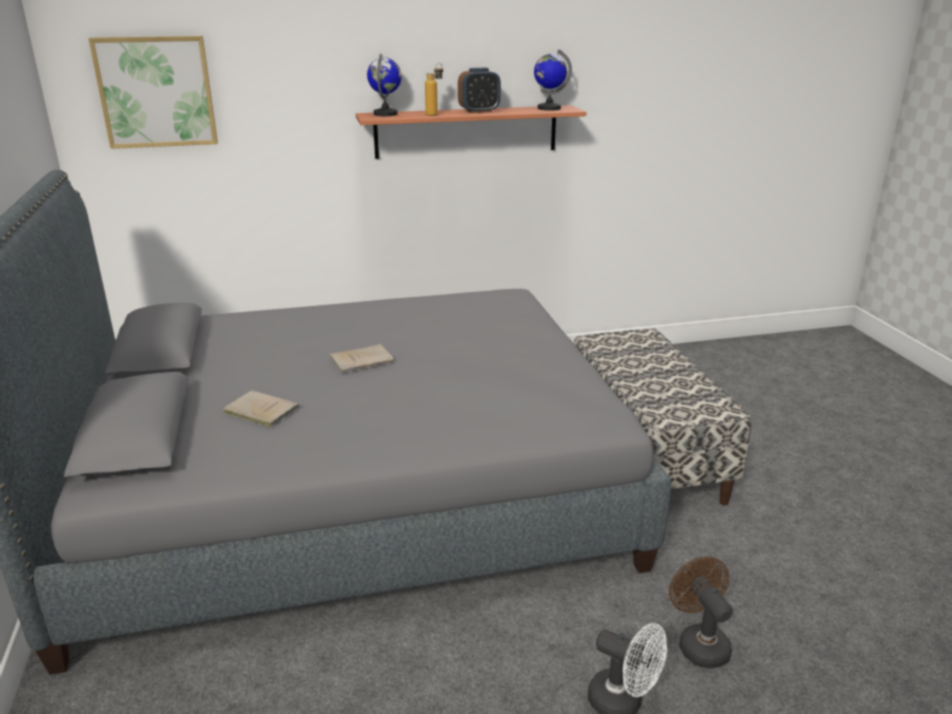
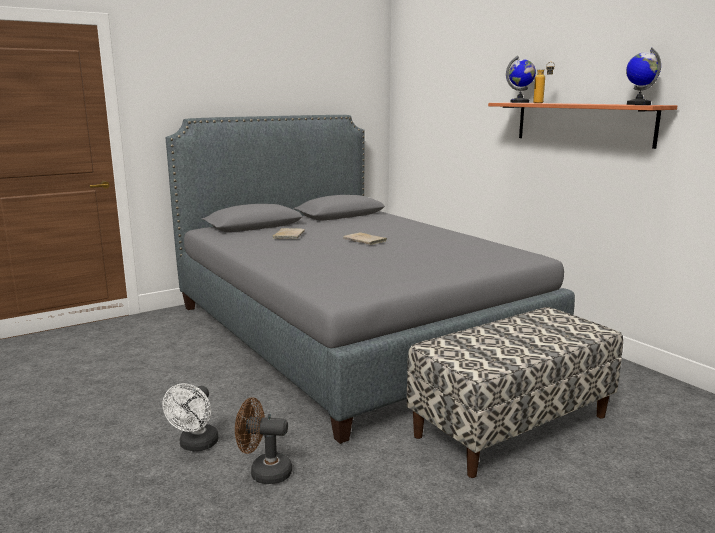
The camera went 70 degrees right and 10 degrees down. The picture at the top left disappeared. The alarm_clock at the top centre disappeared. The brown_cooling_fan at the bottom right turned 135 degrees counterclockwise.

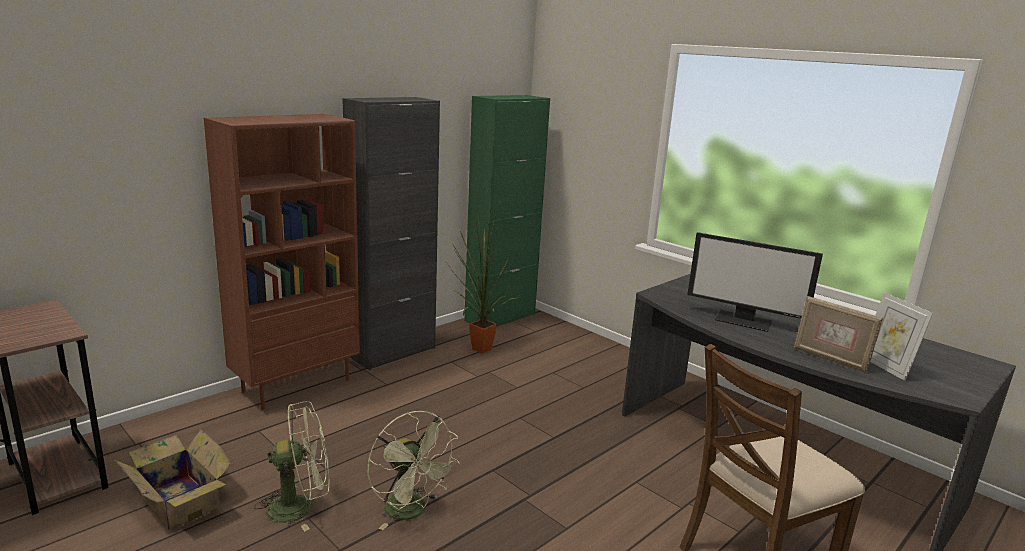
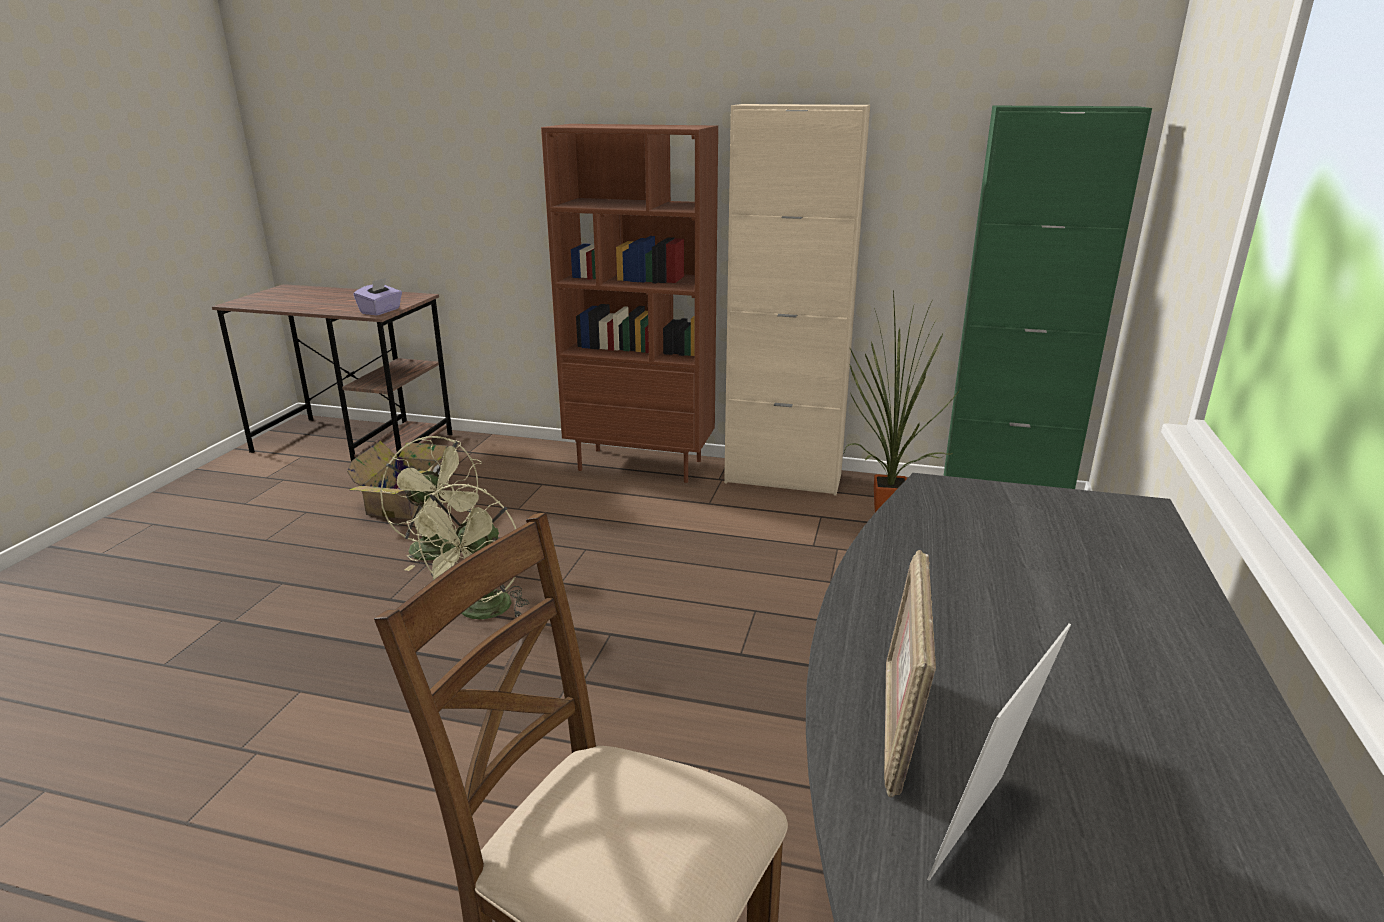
The camera went 60 degrees right and 5 degrees up. The blackish_storage_cabinet at the centre became the beige-coloured_storage_cabinet at the top centre. The computer_display at the middle right disappeared. The purple_tissue_box at the top left appeared.

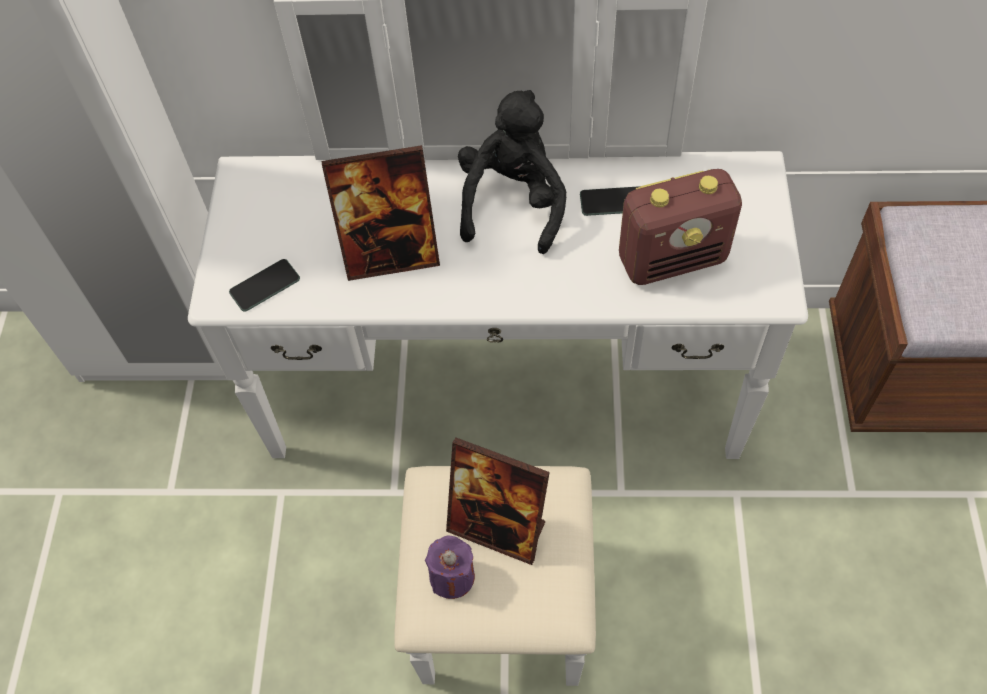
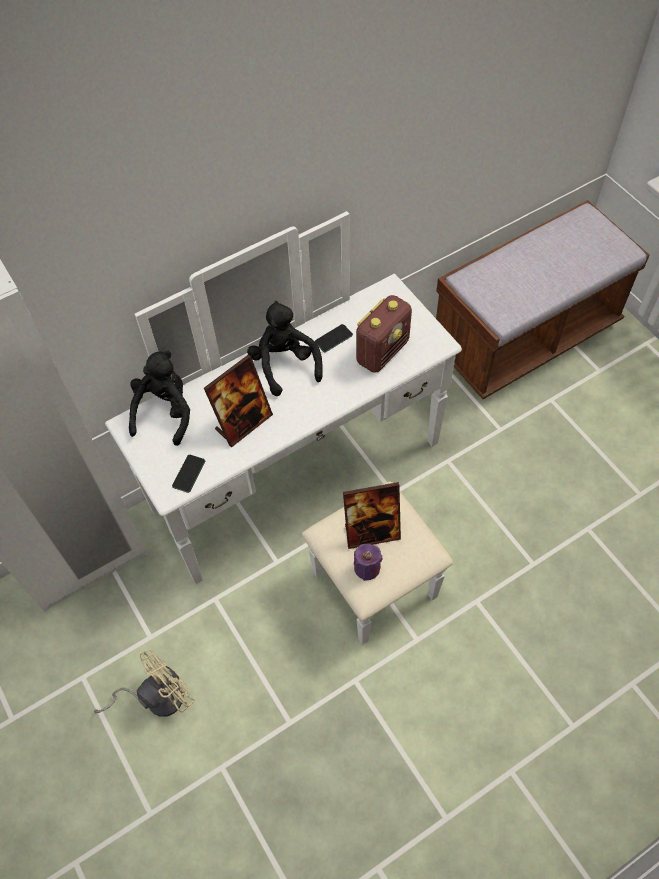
The camera went 35 degrees left and 0 degrees up. The beige-coloured_cooling_fan at the bottom left appeared. The blackish_cuddly_toy (1st from left) at the middle left appeared.

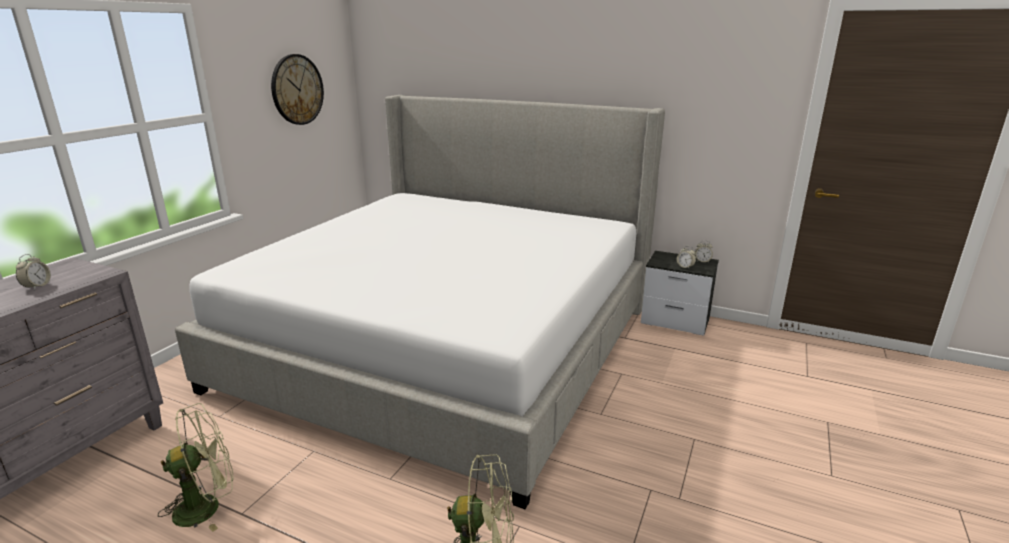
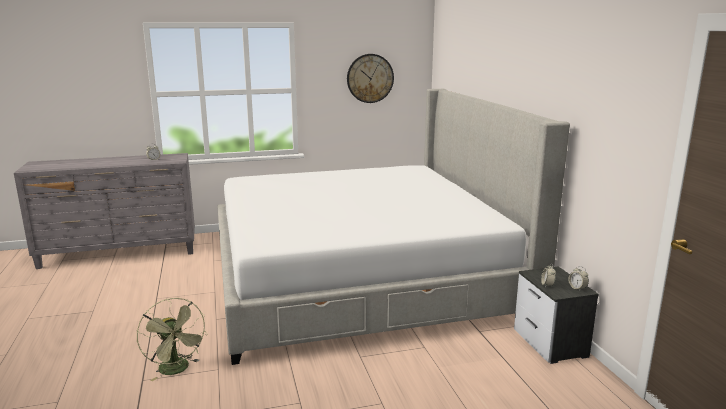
The camera went 50 degrees right and 5 degrees down. The greenish_cooling_fan (1st from left) at the bottom left disappeared.

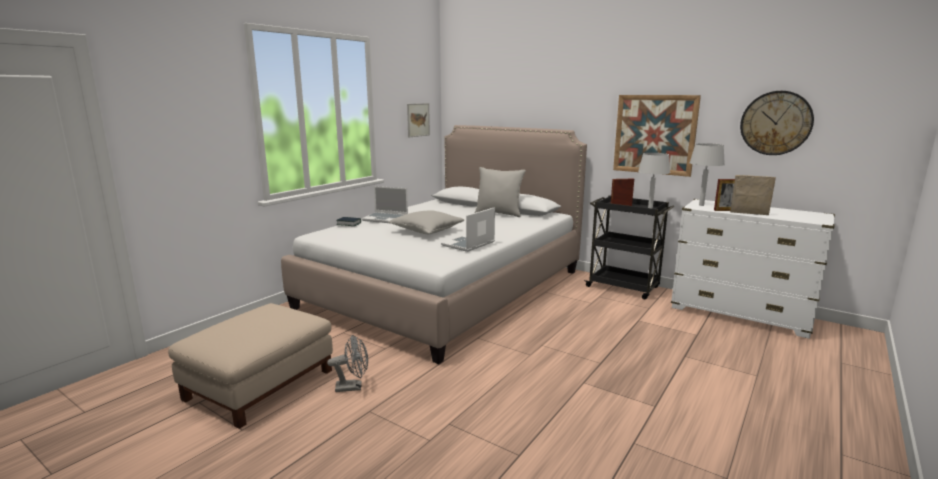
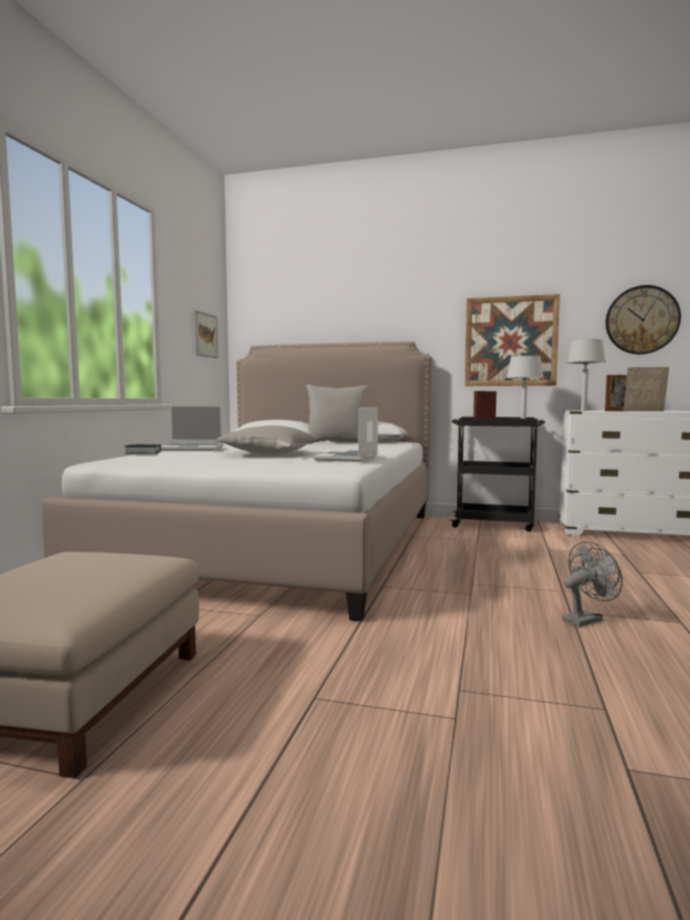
The camera went 20 degrees left and 10 degrees down. The greyish_cooling_fan moved from the bottom centre to the middle right.

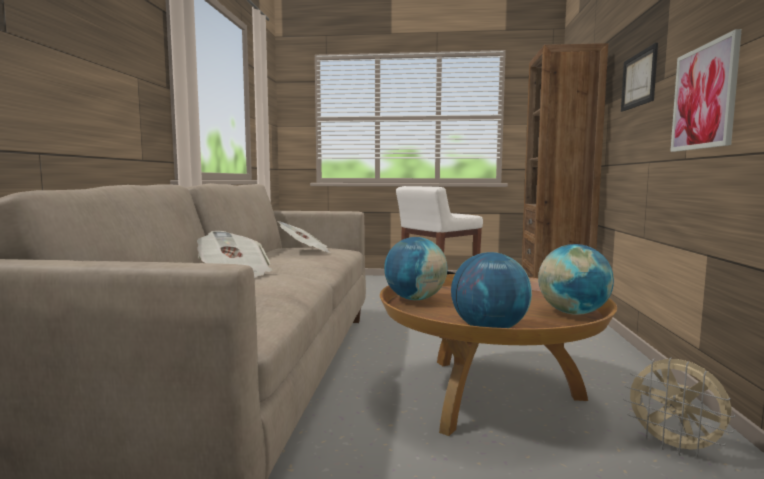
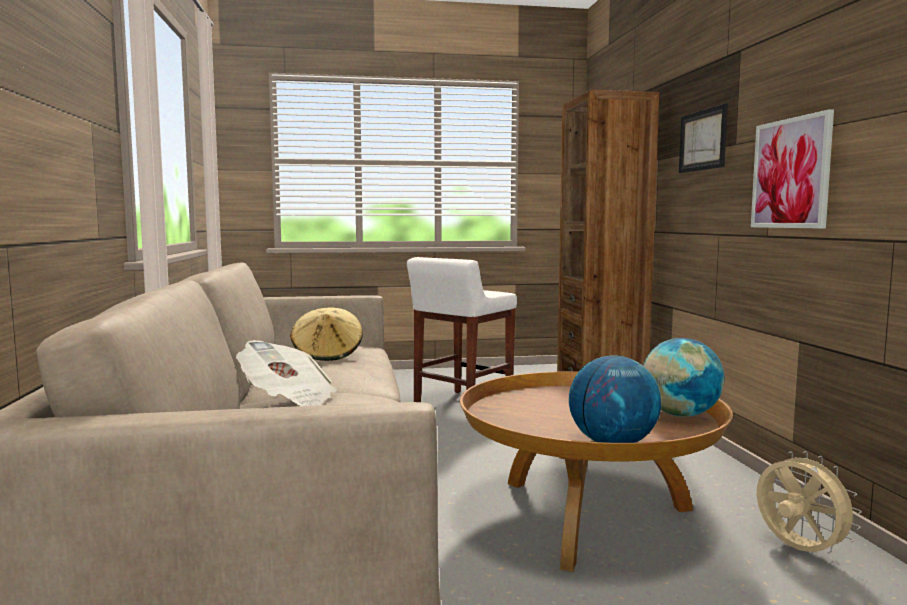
The camera went 15 degrees left and 0 degrees up. The daily_paper (2nd from left) at the centre was replaced by the beige-coloured_hat at the centre. The globe (1st from left) at the centre disappeared. The beige-coloured_cooling_fan at the bottom right turned 150 degrees counterclockwise.

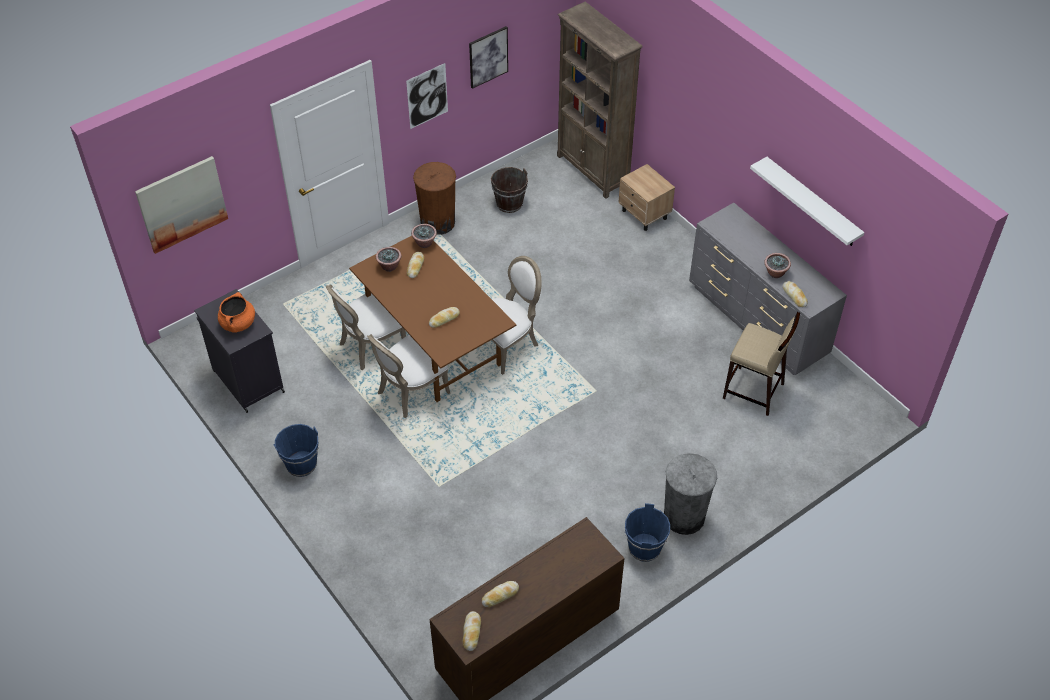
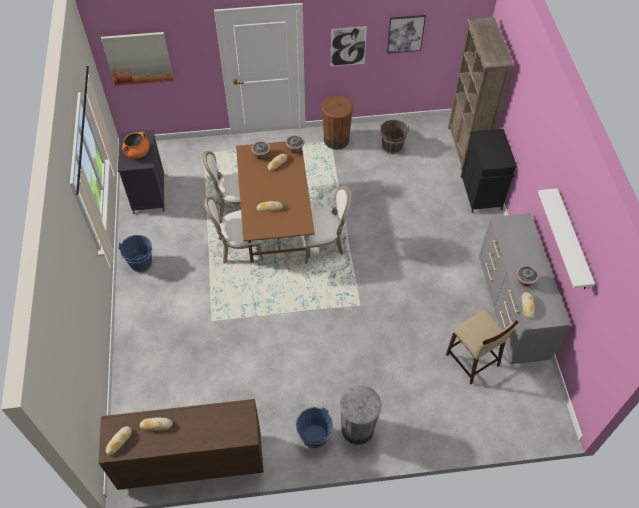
The camera went 30 degrees right and 5 degrees up. The beige-coloured_night_table at the top centre was replaced by the blackish_storage_cabinet (2nd from left) at the middle right.

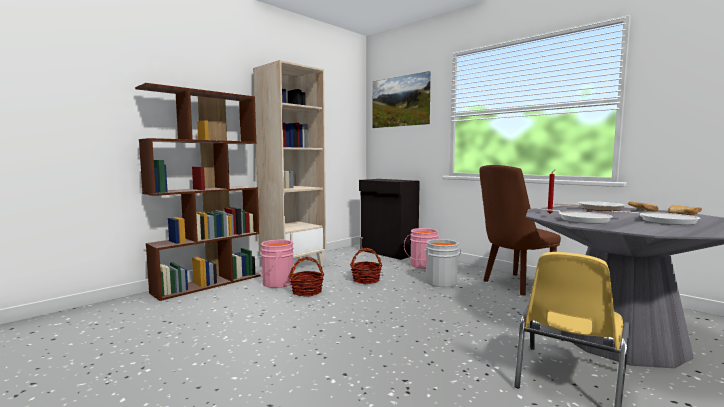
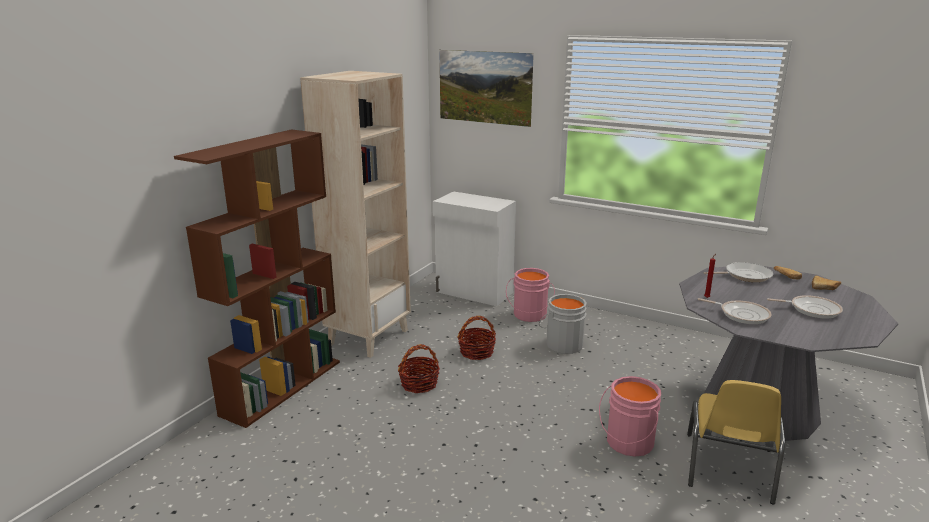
The camera went 15 degrees left and 15 degrees up. The pinkish_bucket (1st from left in the first image) moved from the centre to the bottom right. The blackish_storage_cabinet at the centre became the white-coloured_storage_cabinet at the centre. The brown_upright_chair at the middle right disappeared.

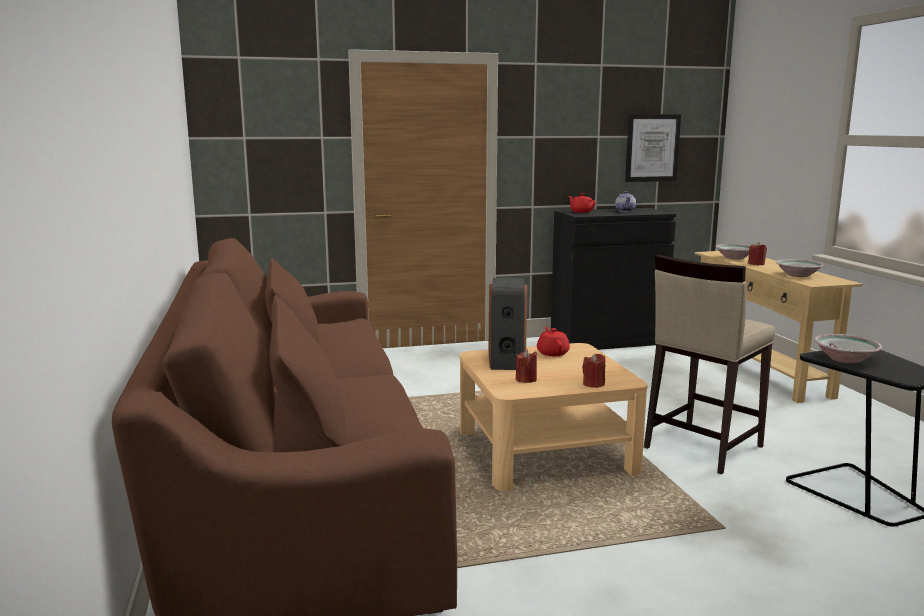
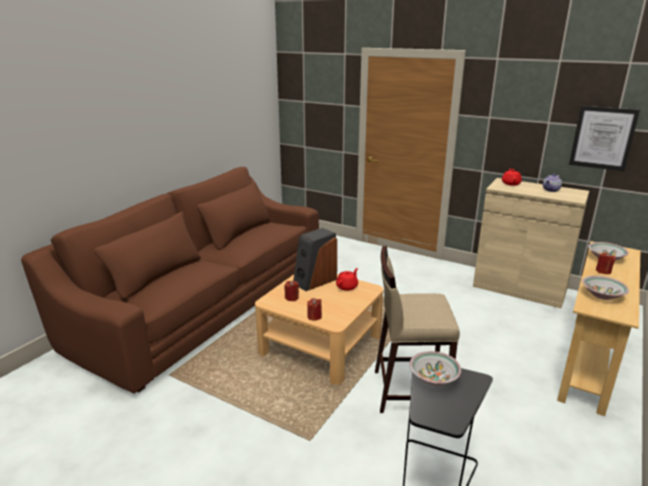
The camera went 45 degrees right and 10 degrees up. The blackish_storage_cabinet at the centre became the beige-coloured_storage_cabinet at the middle right.

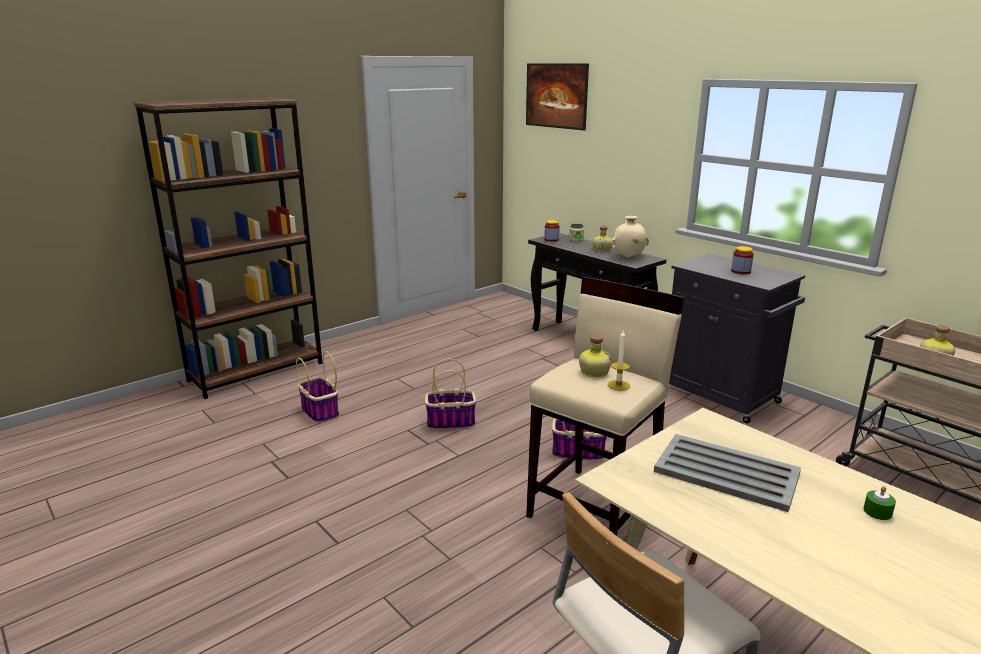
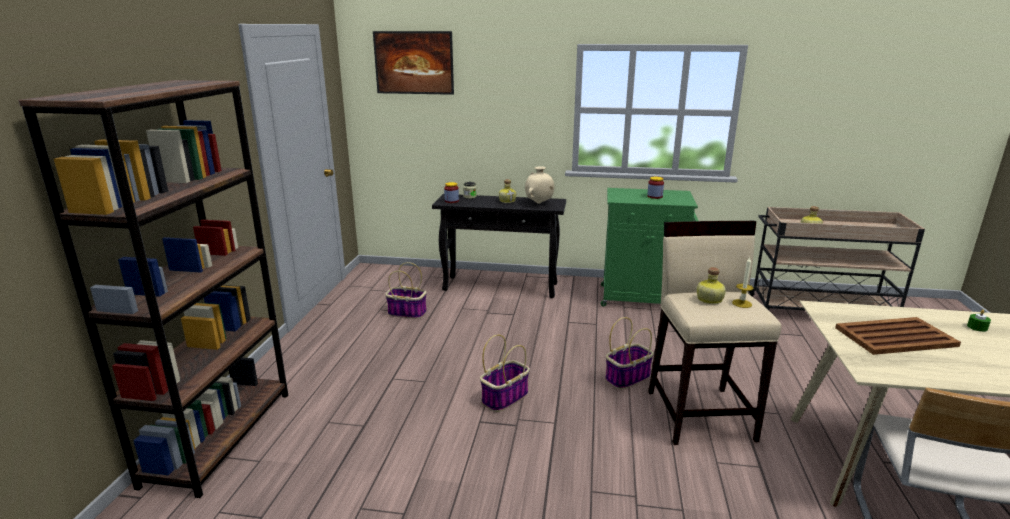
The camera went 40 degrees left and 0 degrees up. The basket (1st from left) moved from the middle left to the centre. The greyish_serving_tray at the bottom right became the brown_serving_tray at the middle right. The blackish_storage_cabinet at the middle right became the greenish_storage_cabinet at the centre.

